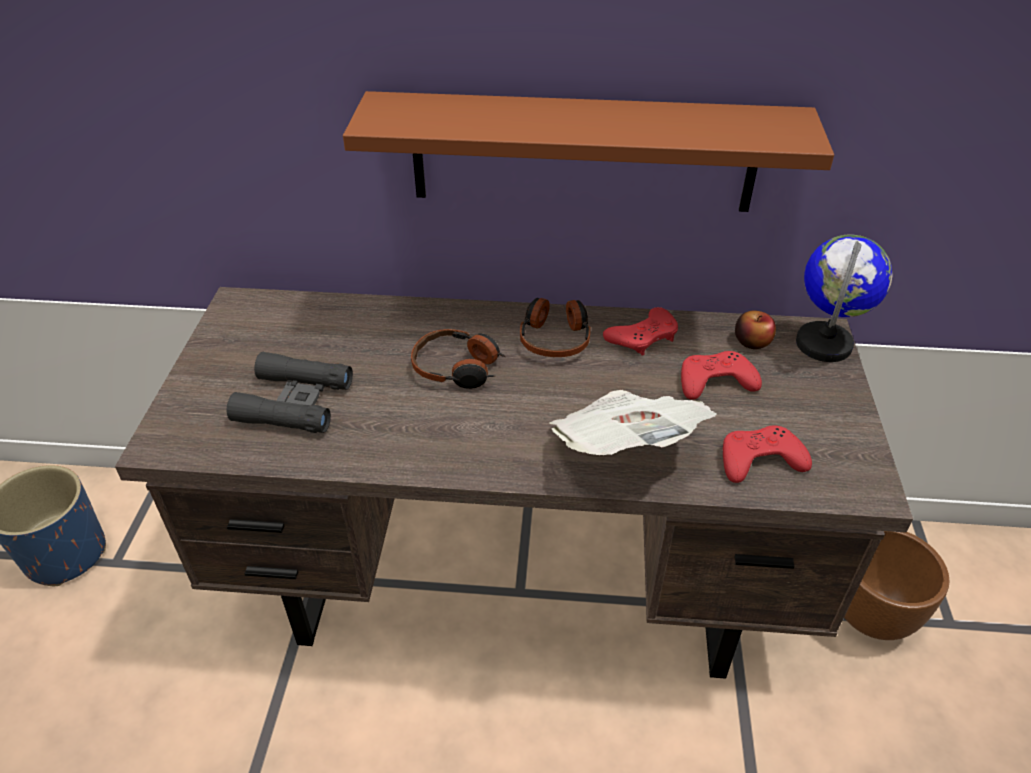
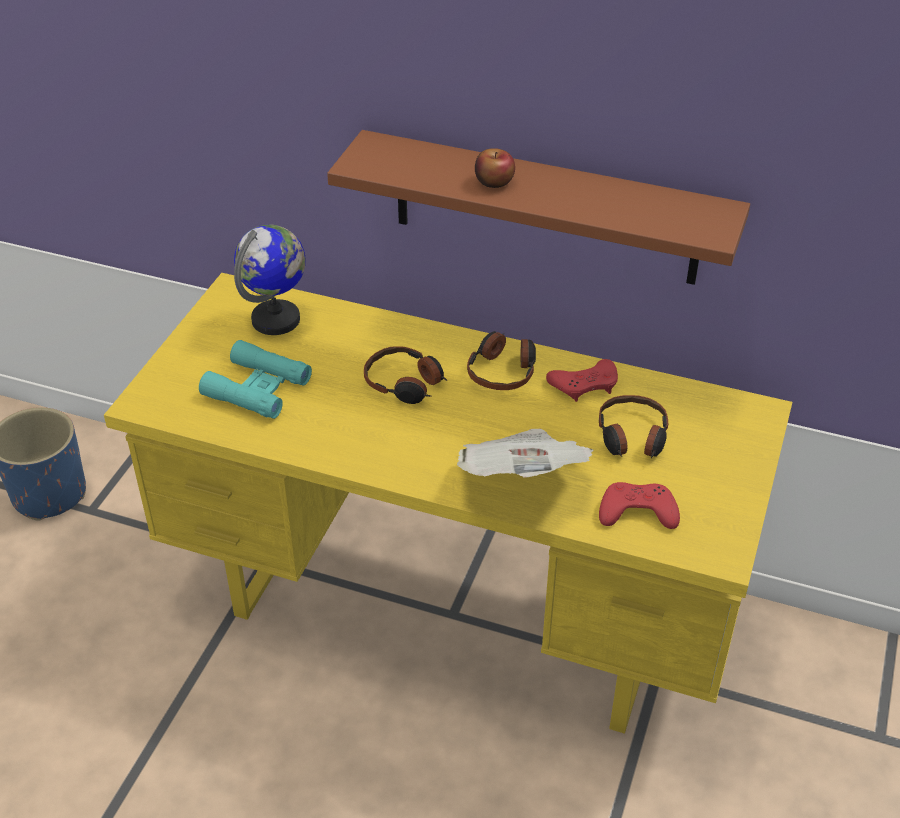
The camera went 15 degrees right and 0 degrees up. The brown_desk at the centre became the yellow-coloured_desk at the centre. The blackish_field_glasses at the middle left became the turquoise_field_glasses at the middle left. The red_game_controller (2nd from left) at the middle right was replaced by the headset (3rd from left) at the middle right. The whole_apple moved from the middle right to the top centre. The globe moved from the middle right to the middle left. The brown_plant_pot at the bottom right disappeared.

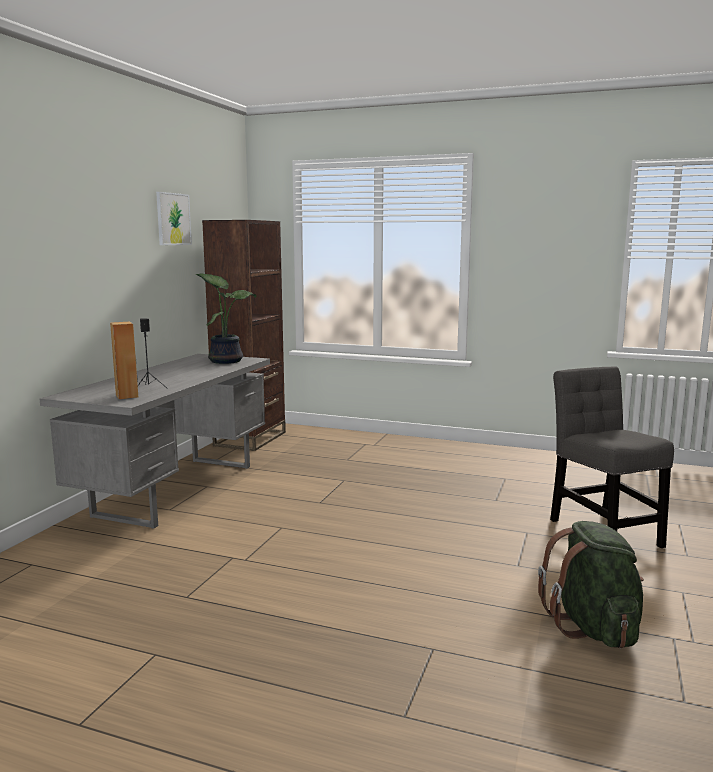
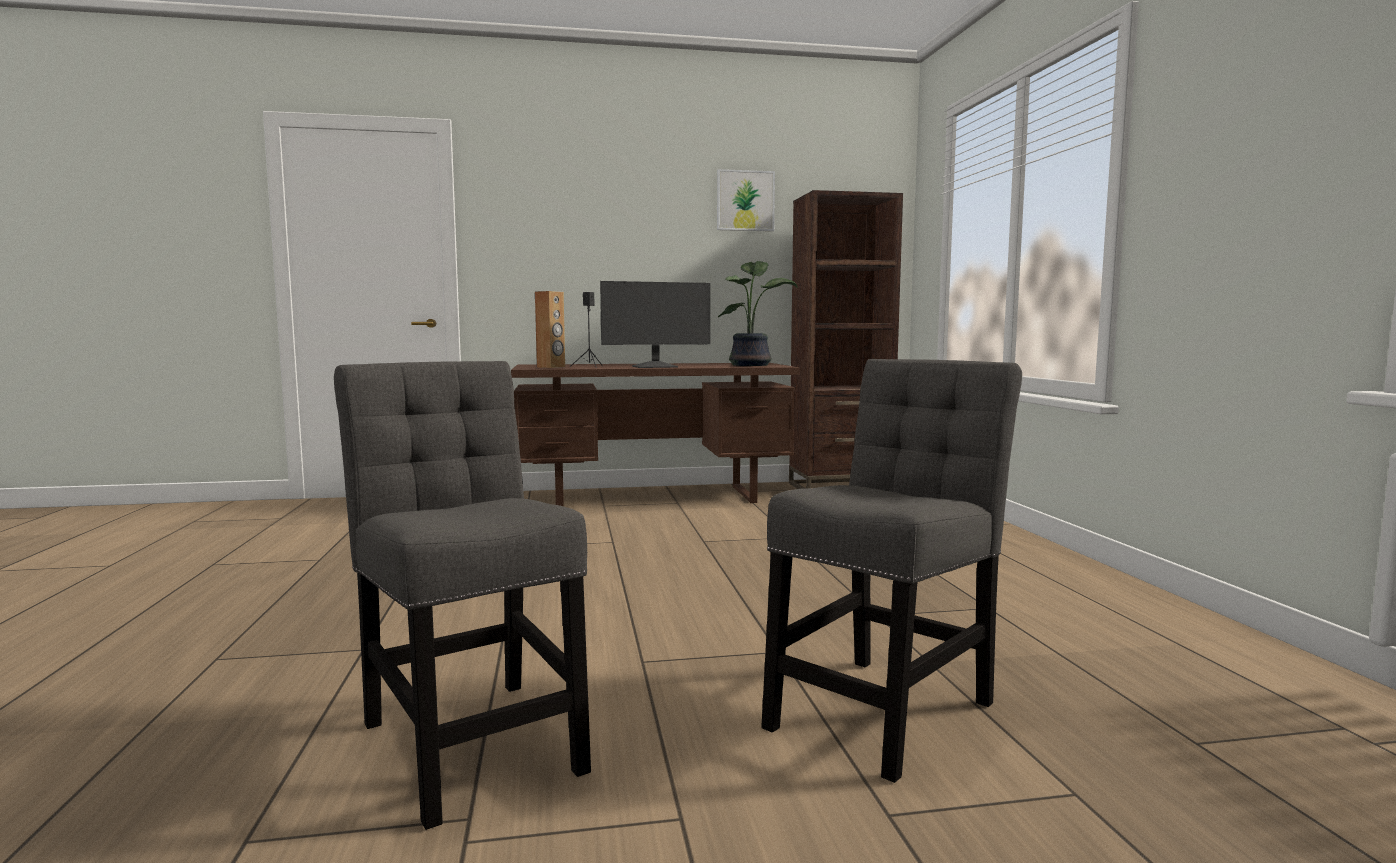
The camera went 60 degrees right and 5 degrees down. The greyish_desk at the middle left became the brown_desk at the centre. The greenish_backpack at the bottom right was replaced by the greyish_upright_chair (1st from left) at the bottom left. The computer_display at the centre appeared.

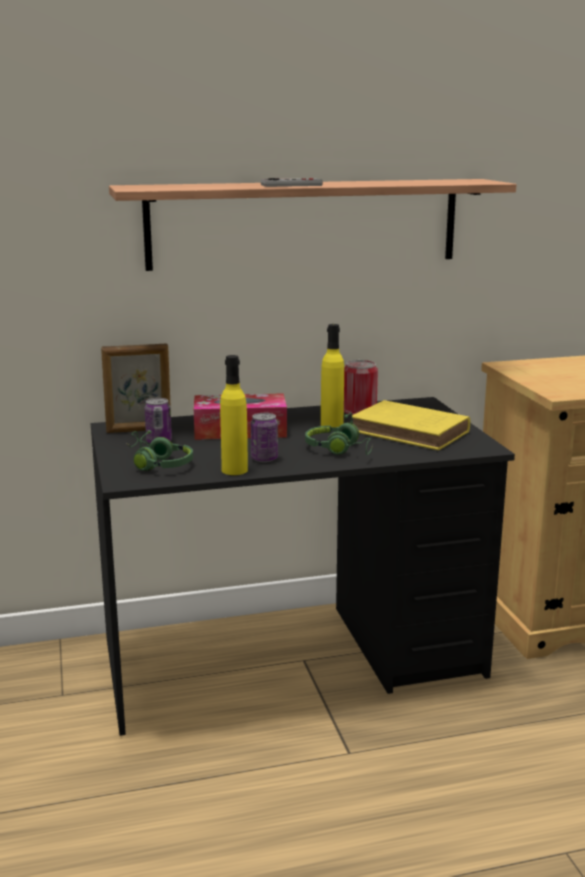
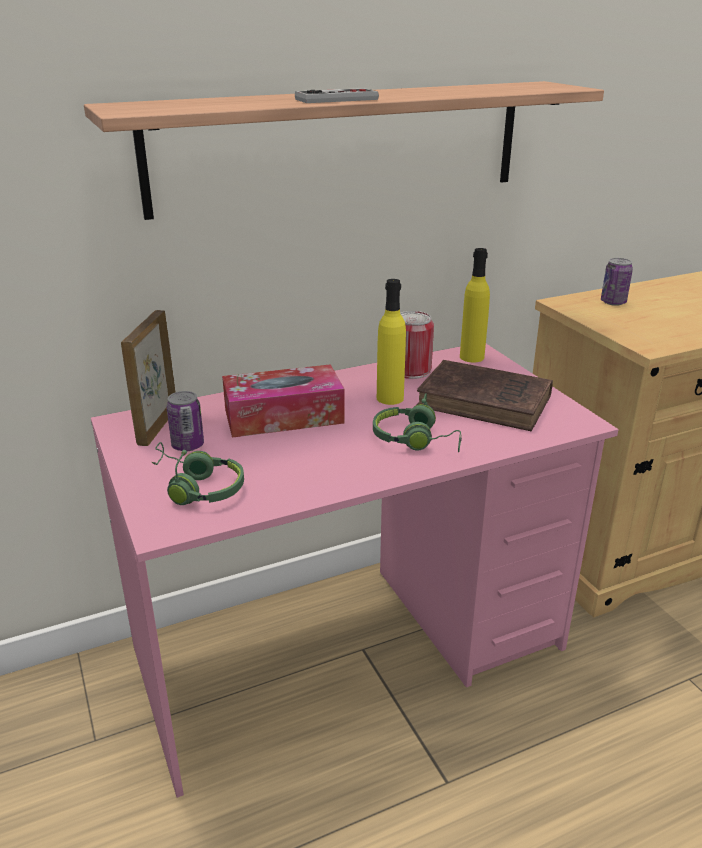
The camera went 10 degrees left and 10 degrees up. The blackish_desk at the centre became the pinkish_desk at the bottom centre. The picture_frame at the middle left turned 120 degrees clockwise. The yellow-coloured_beverage_bottle (1st from left in the first image) moved from the centre to the middle right. The sealed_can (2nd from left in the first image) moved from the centre to the top right. The yellow-coloured_volume at the middle right became the brown_volume at the middle right.

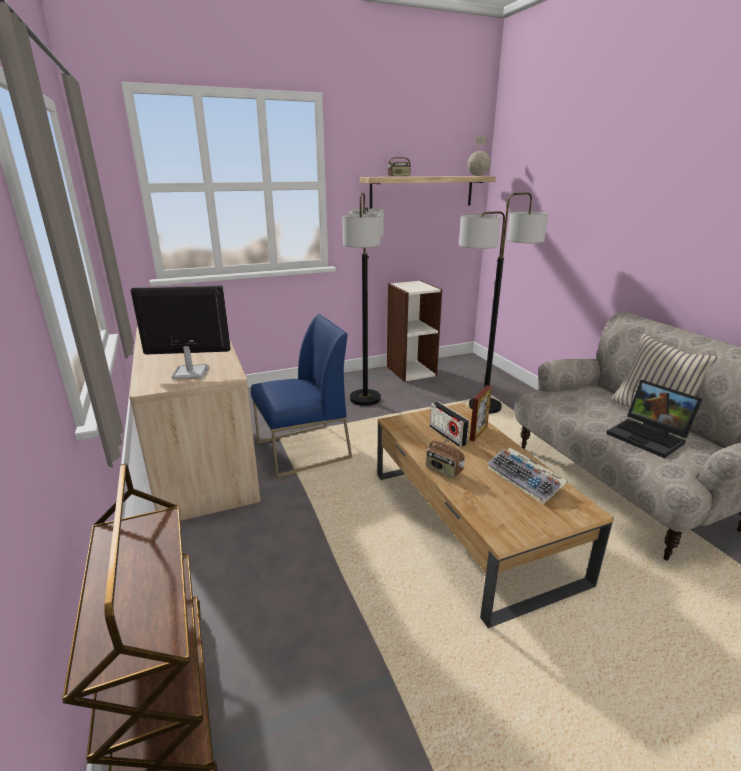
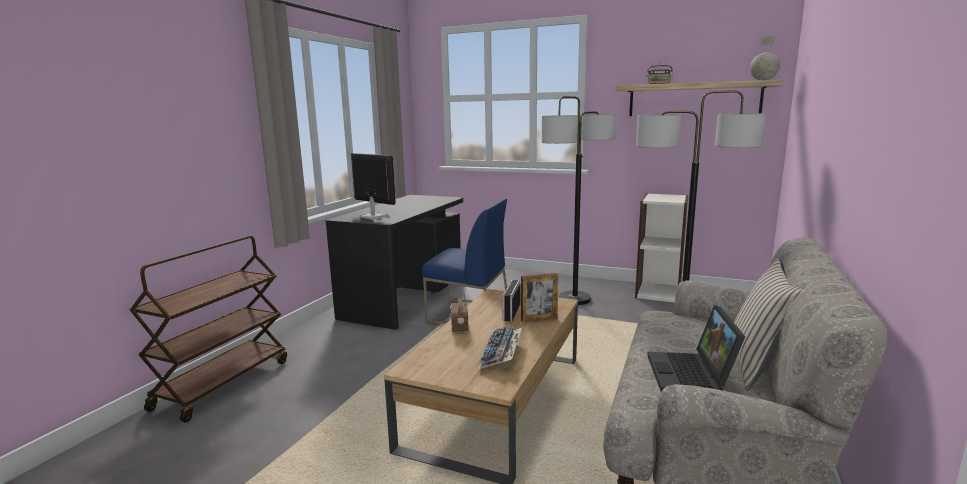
The camera went 45 degrees right and 10 degrees down. The beige-coloured_desk at the middle left became the blackish_desk at the centre.

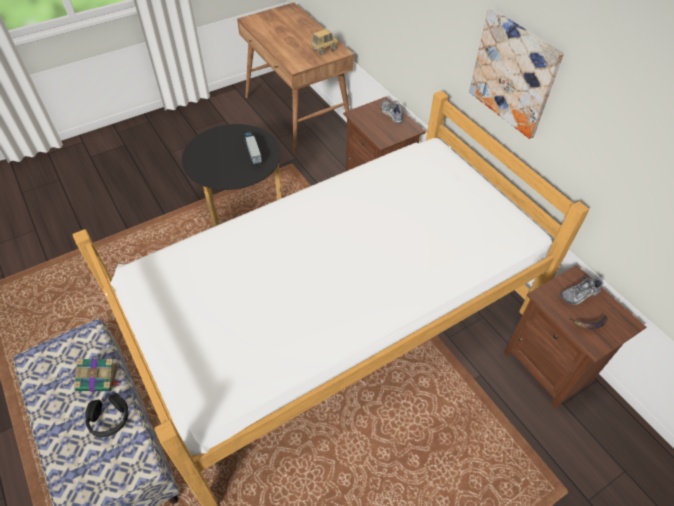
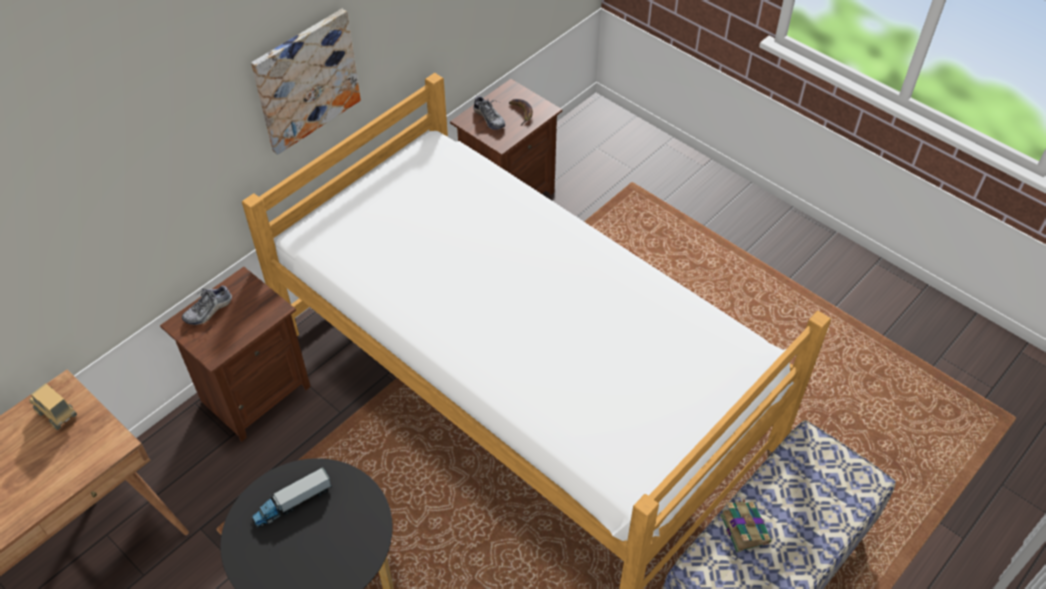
The camera went 105 degrees left and 0 degrees up. The blackish_headset at the bottom left disappeared.

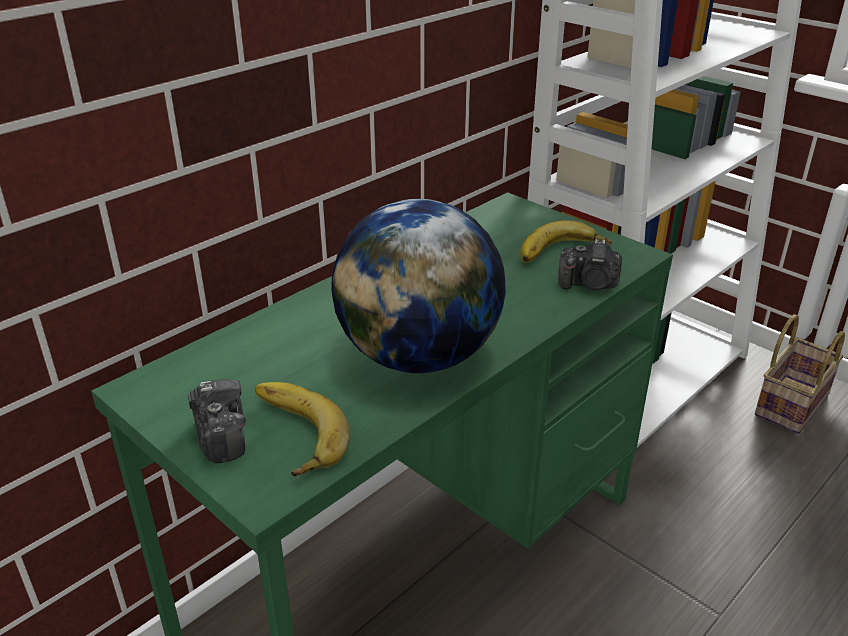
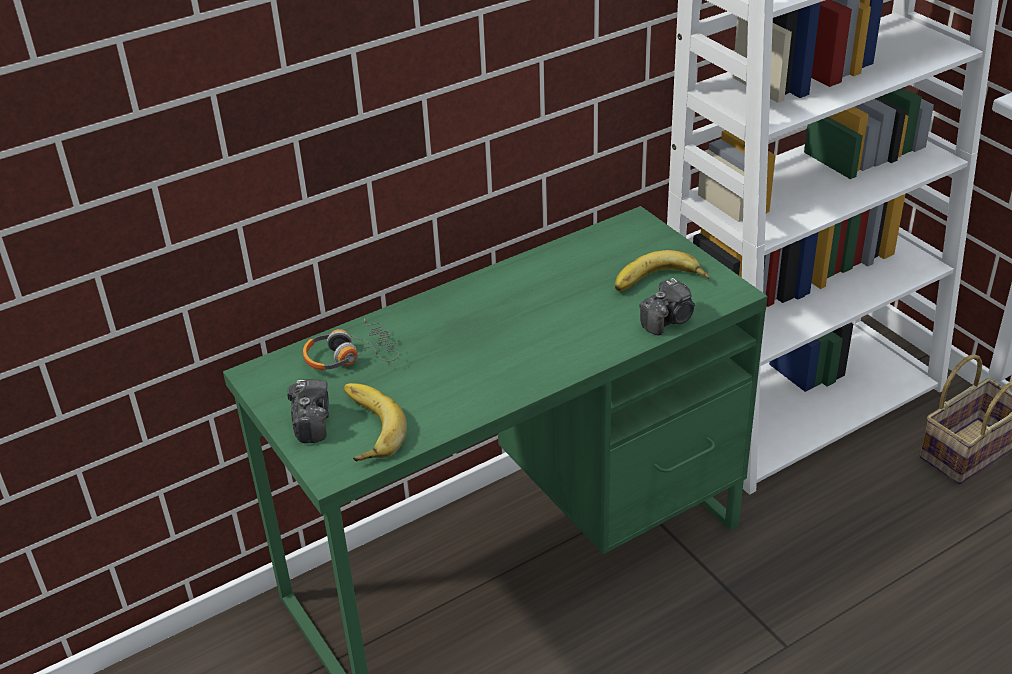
The camera went 15 degrees right and 5 degrees up. The globe at the centre disappeared. The still_camera (2nd from left) at the middle right turned 60 degrees counterclockwise. The headset at the centre appeared.

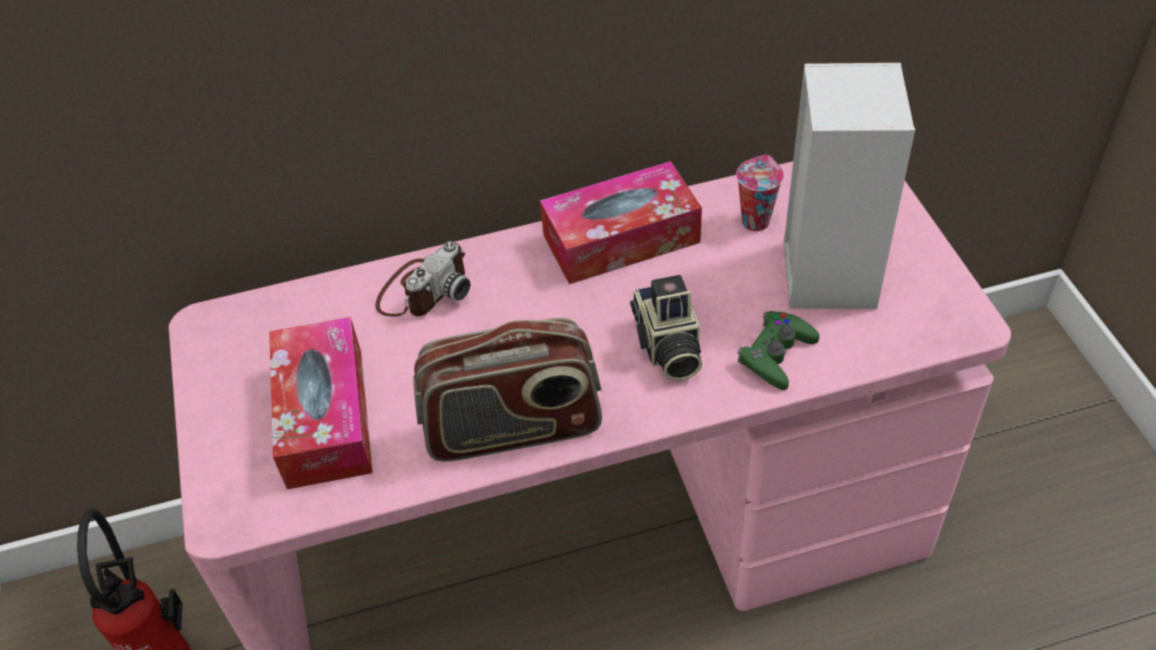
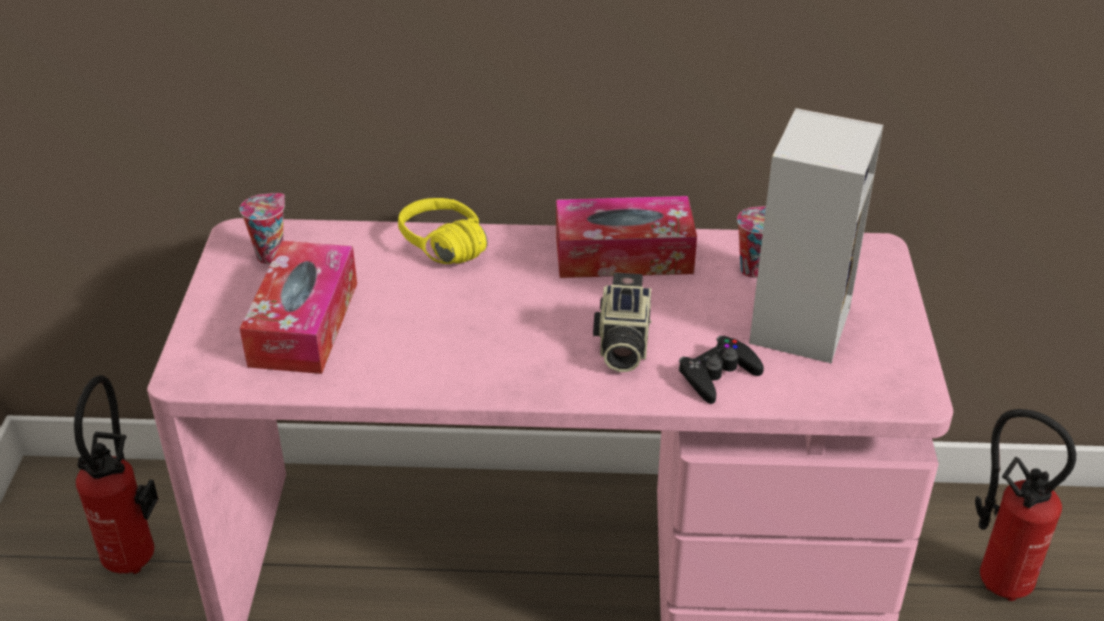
The camera went 15 degrees right and 10 degrees down. The still_camera (1st from left) at the centre was replaced by the yellow-coloured_headset at the centre. The radio at the centre disappeared. The greenish_game_controller at the middle right became the blackish_game_controller at the centre. The small_cup (1st from left) at the middle left appeared. The fire_extinguisher (2nd from left) at the bottom right appeared.

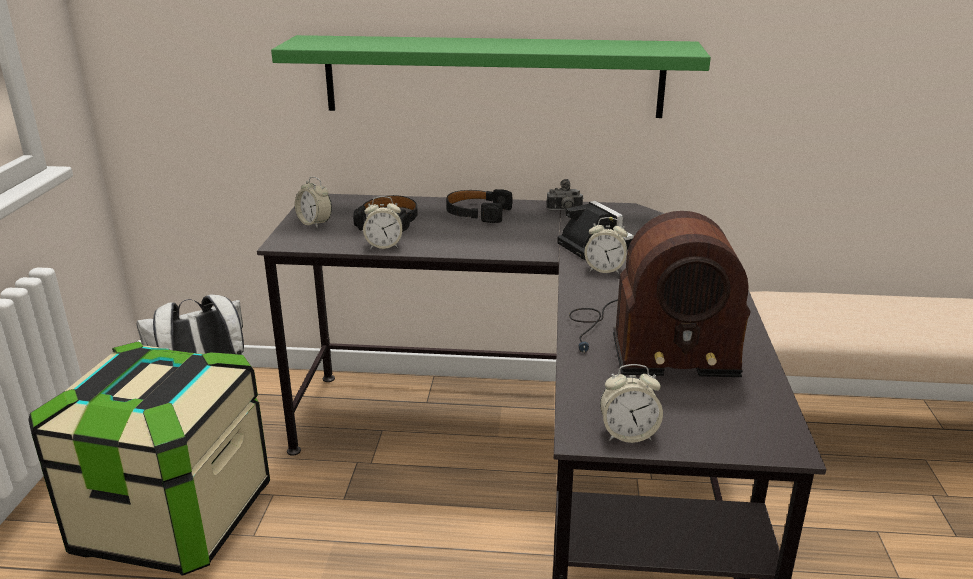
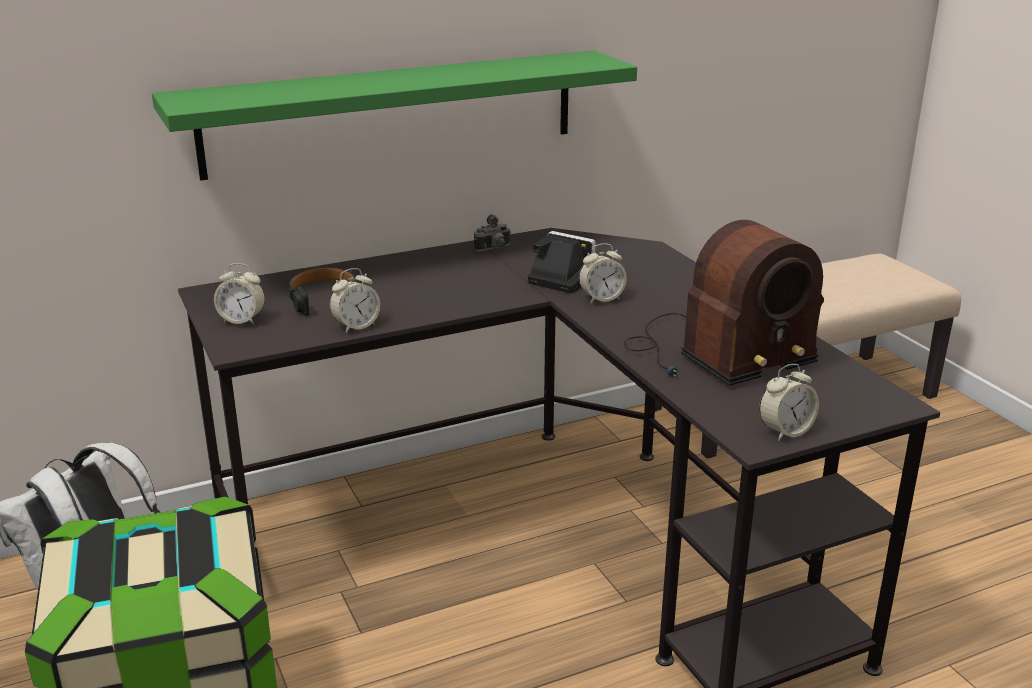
The camera went 30 degrees left and 0 degrees up. The blackish_headset (2nd from left) at the centre disappeared.

